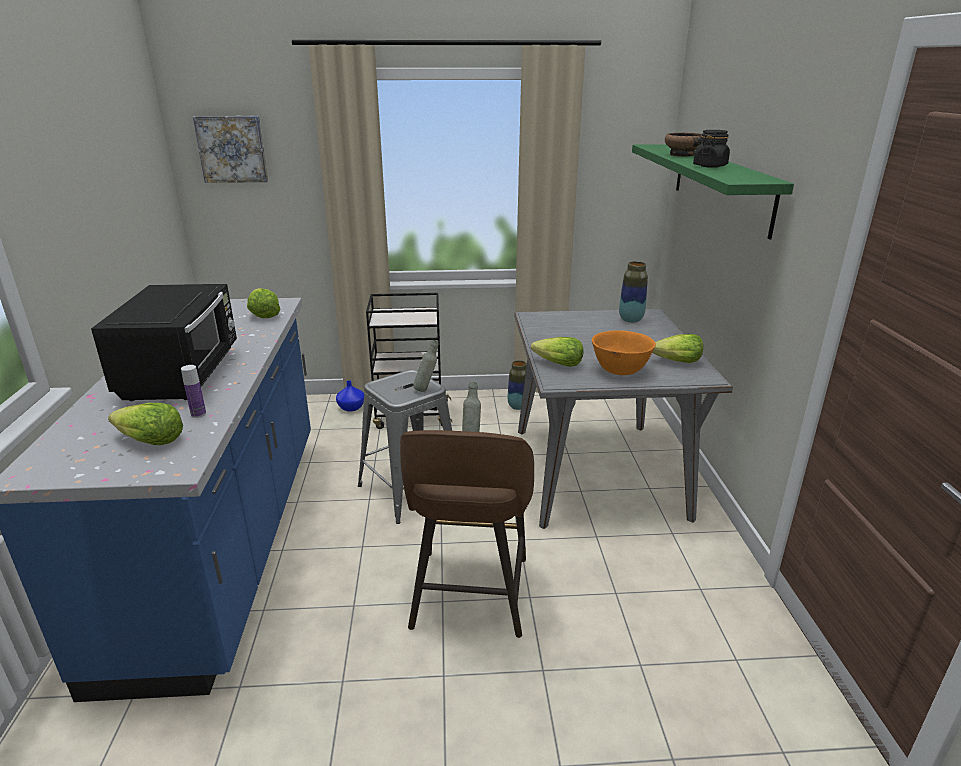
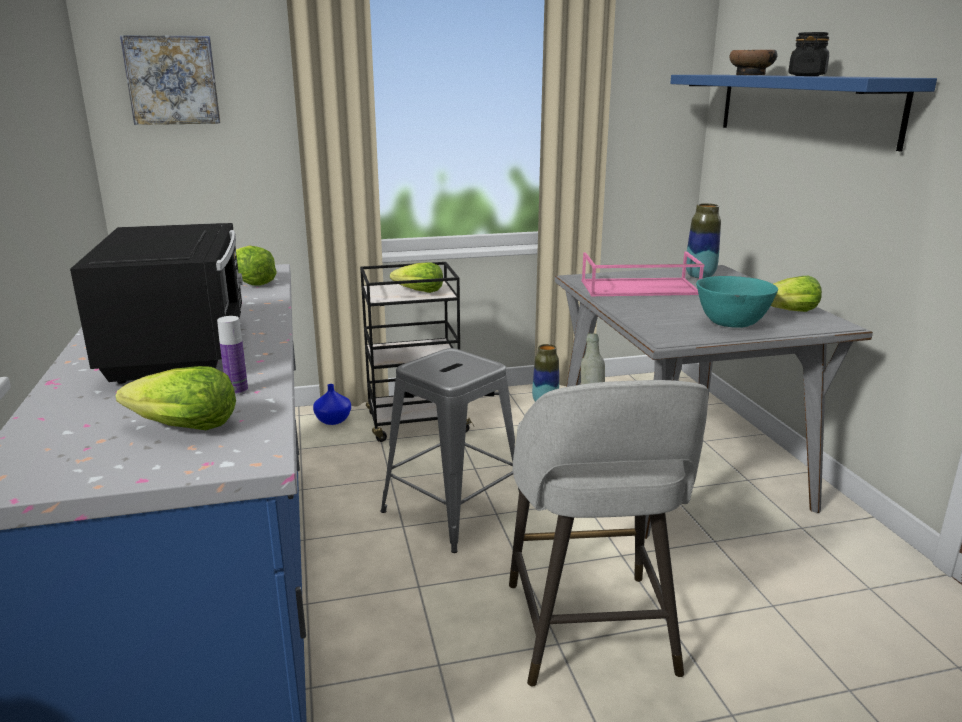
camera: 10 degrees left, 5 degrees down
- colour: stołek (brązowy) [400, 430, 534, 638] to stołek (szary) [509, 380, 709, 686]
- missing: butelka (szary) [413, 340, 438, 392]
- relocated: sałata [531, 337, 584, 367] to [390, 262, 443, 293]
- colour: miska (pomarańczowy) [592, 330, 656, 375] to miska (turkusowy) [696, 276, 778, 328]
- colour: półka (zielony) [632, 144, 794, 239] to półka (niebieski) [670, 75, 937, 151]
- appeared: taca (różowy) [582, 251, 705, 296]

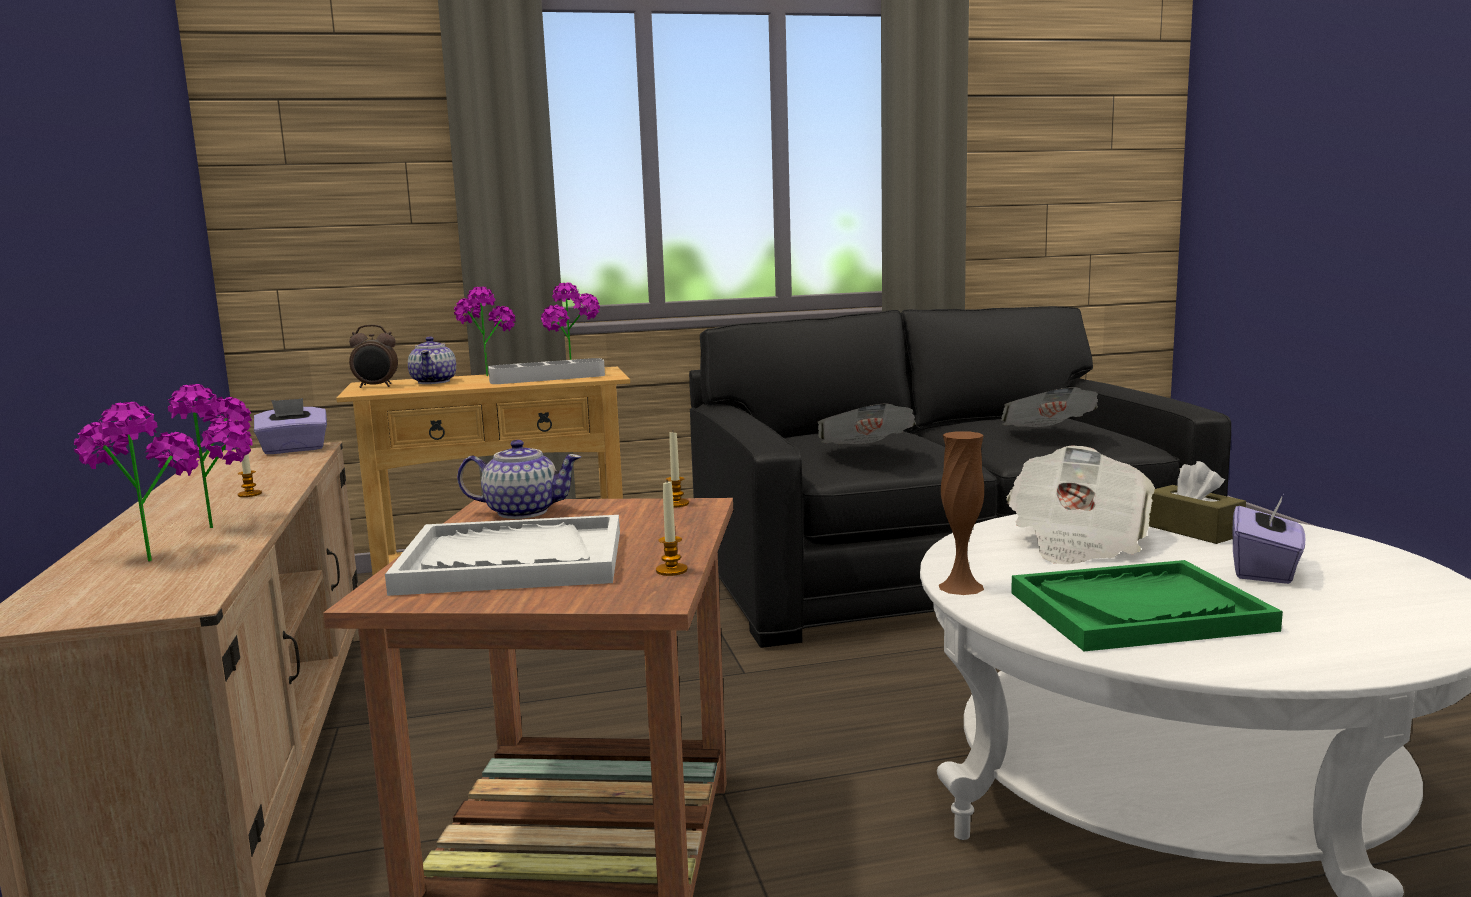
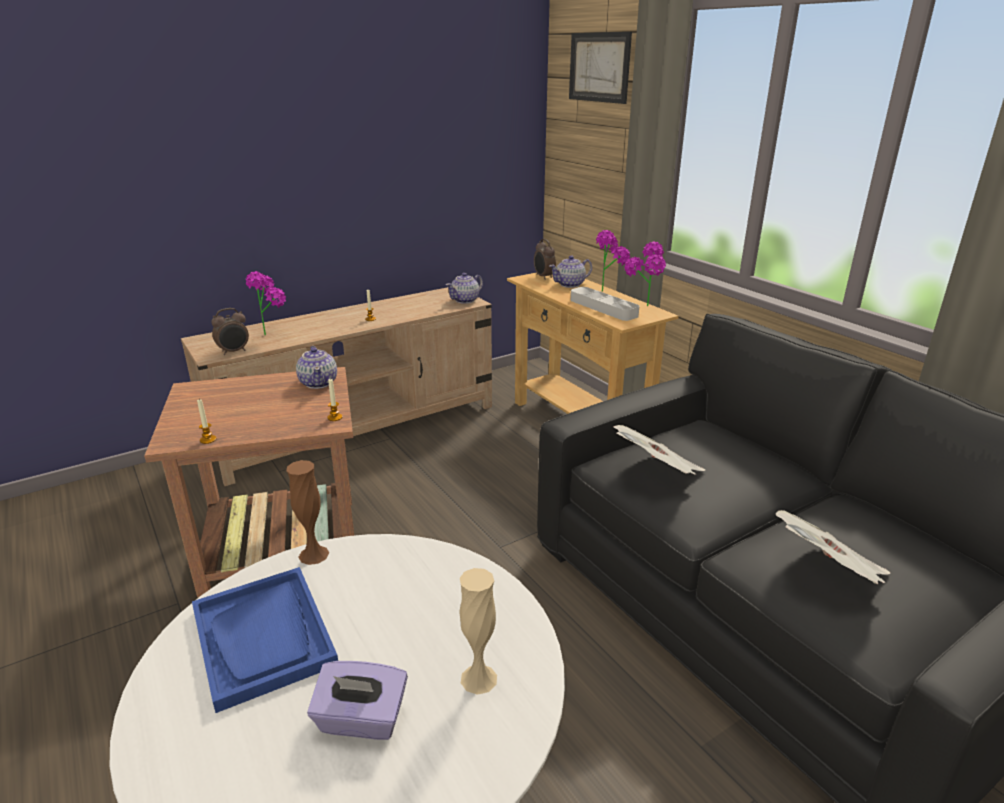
camera: 70 degrees right, 15 degrees up
- missing: roślina doniczkowa [168, 384, 253, 528]
- exchanged: pudełko chusteczek (fioletowy) [254, 398, 327, 454] to imbryk [446, 273, 483, 304]
- missing: taca (biały) [385, 515, 620, 596]
- missing: gazeta [1007, 446, 1155, 564]
- colour: taca (zielony) [1011, 560, 1283, 651] to taca (niebieski) [192, 567, 338, 713]
- exchanged: pudełko chusteczek (brązowy) [1149, 461, 1246, 544] to wazon (beżowy) [460, 568, 497, 695]
- appeared: budzik [211, 308, 249, 355]
- appeared: obraz [569, 32, 632, 104]

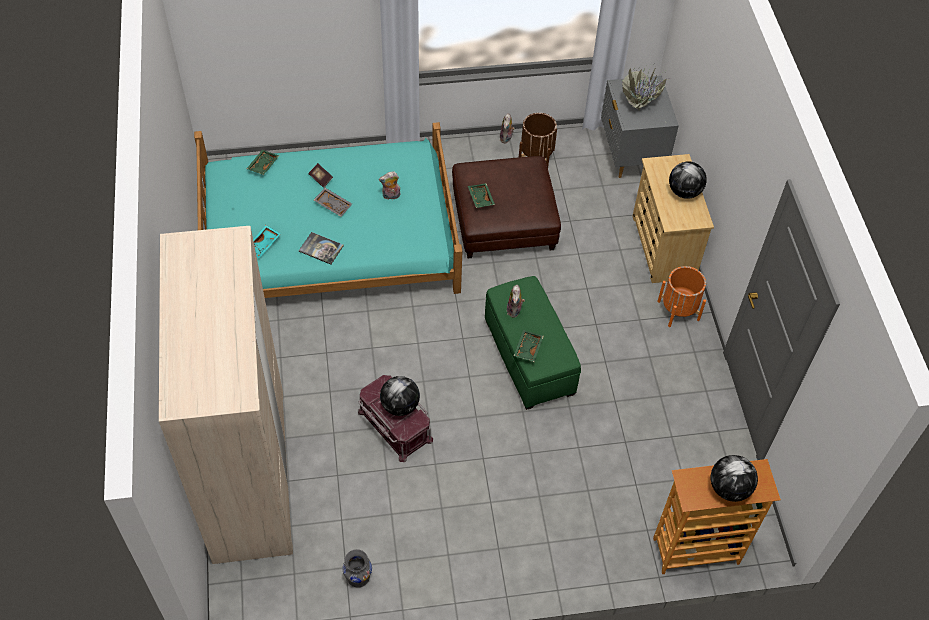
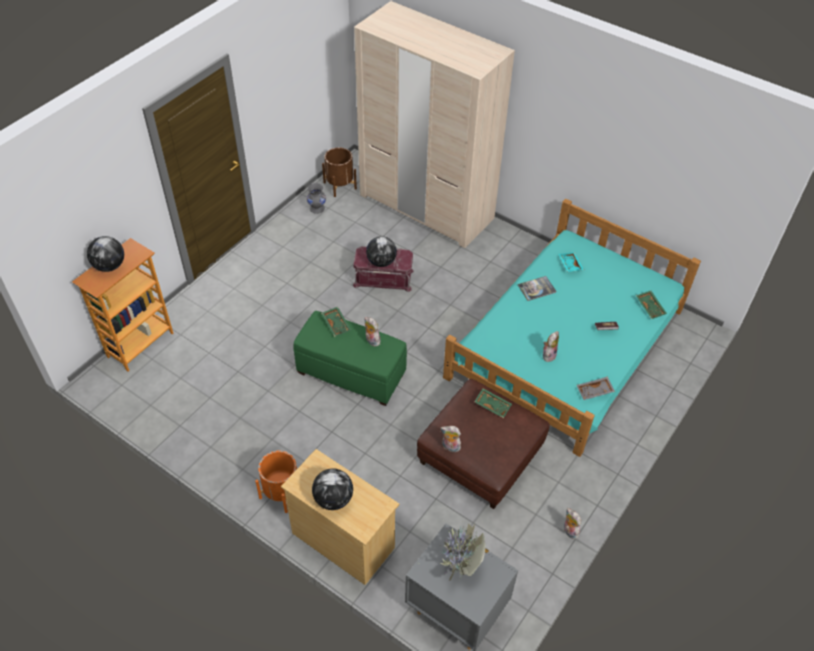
camera: 135 degrees right, 5 degrees down
- relocated: taca (szary) [314, 188, 352, 217] to [577, 377, 615, 400]
- relocated: donica (brązowy) [519, 113, 557, 168] to [322, 148, 357, 197]
- appeared: pluszak [441, 426, 461, 452]

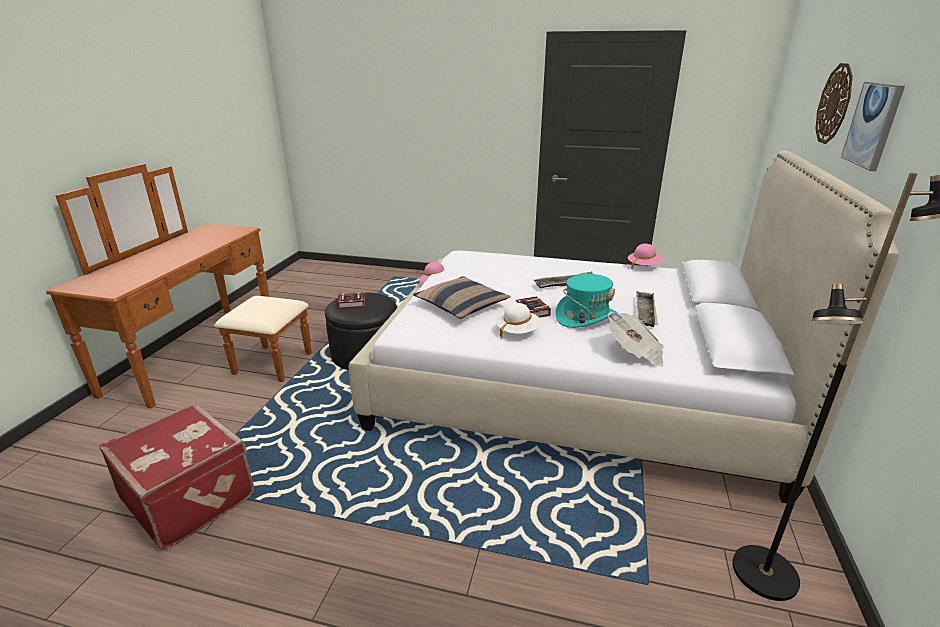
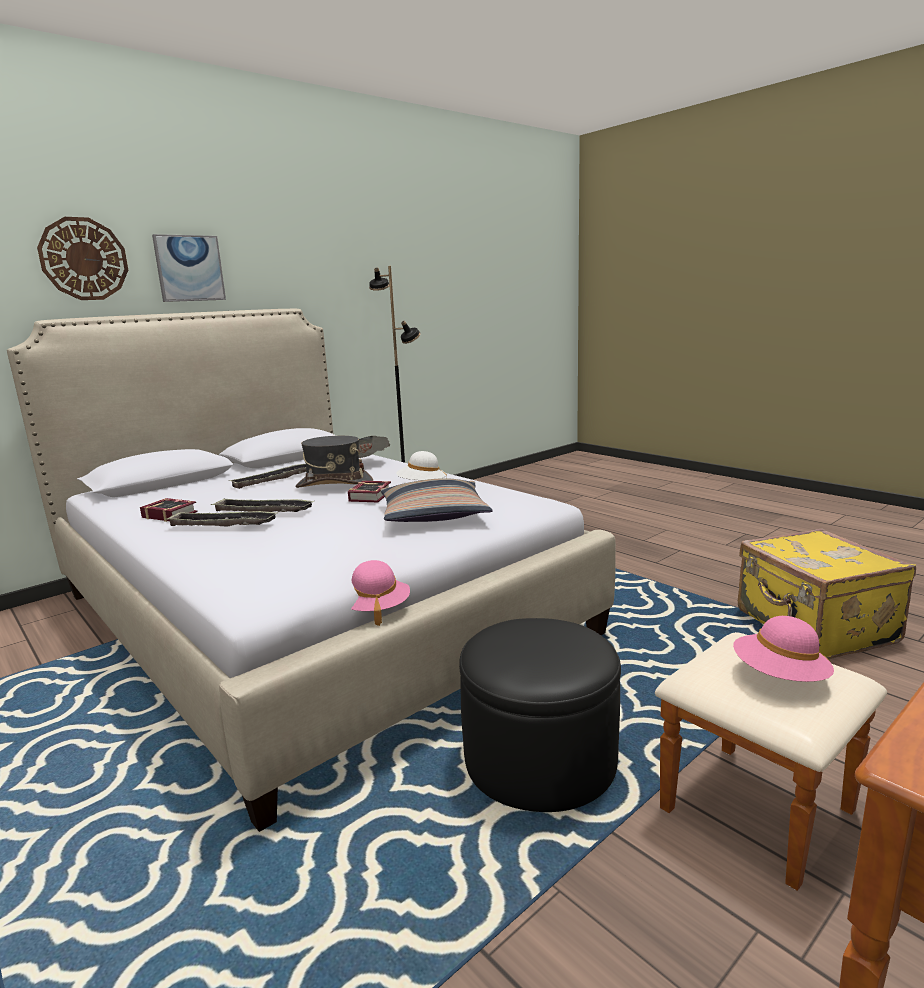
camera: 145 degrees left, 10 degrees down
- colour: walizka (czerwony) [99, 402, 254, 550] to walizka (żółty) [738, 529, 916, 659]
- relocated: książka [337, 292, 365, 309] to [140, 498, 198, 522]
- colour: kapelusz (turkusowy) [555, 274, 618, 328] to kapelusz (szary) [295, 436, 373, 488]
- relocated: kapelusz (różowy) [628, 244, 663, 270] to [733, 616, 834, 682]
- appeared: taca [165, 511, 278, 526]

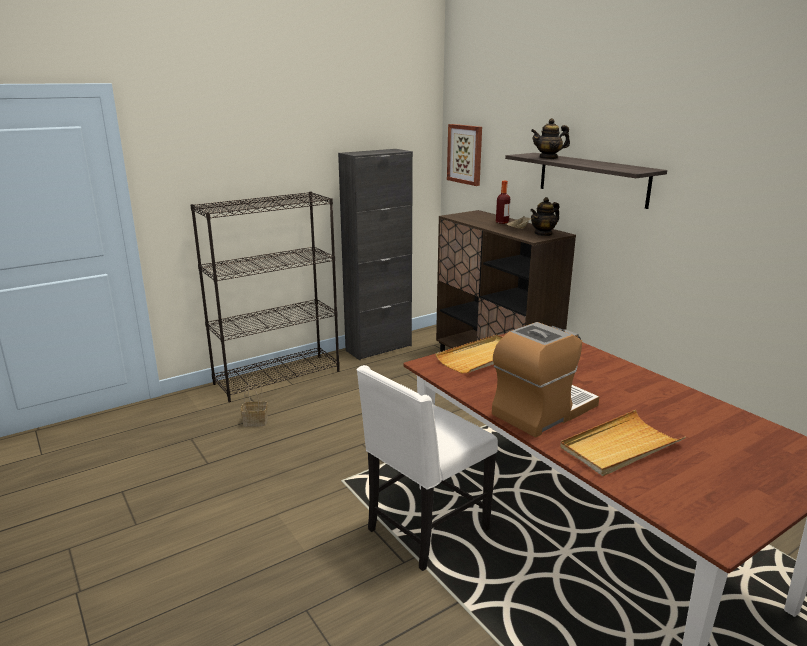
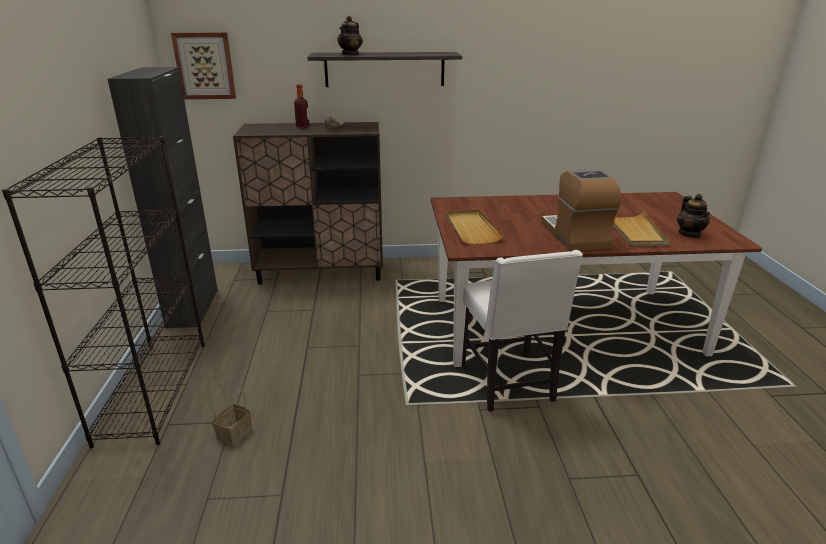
camera: 60 degrees left, 5 degrees up
- relocated: imbryk [530, 197, 560, 236] to [677, 194, 710, 238]

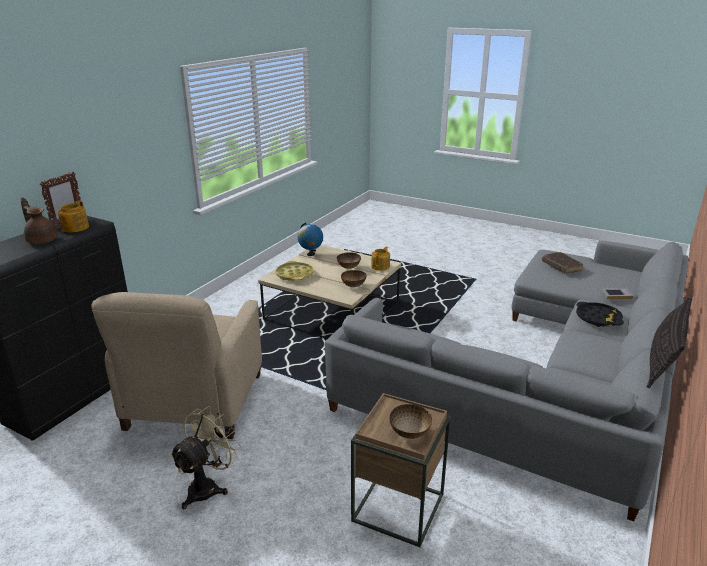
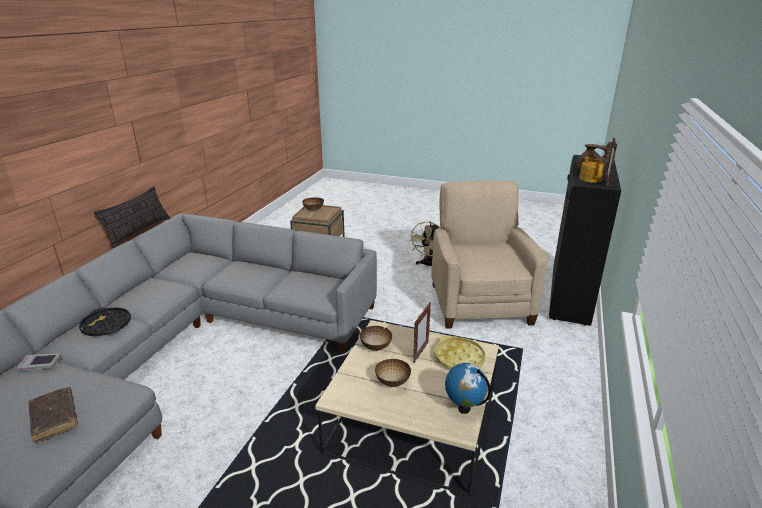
camera: 170 degrees right, 0 degrees up
- missing: imbryk [371, 247, 390, 271]
- appeared: ramka na zdjęcie [413, 302, 431, 363]

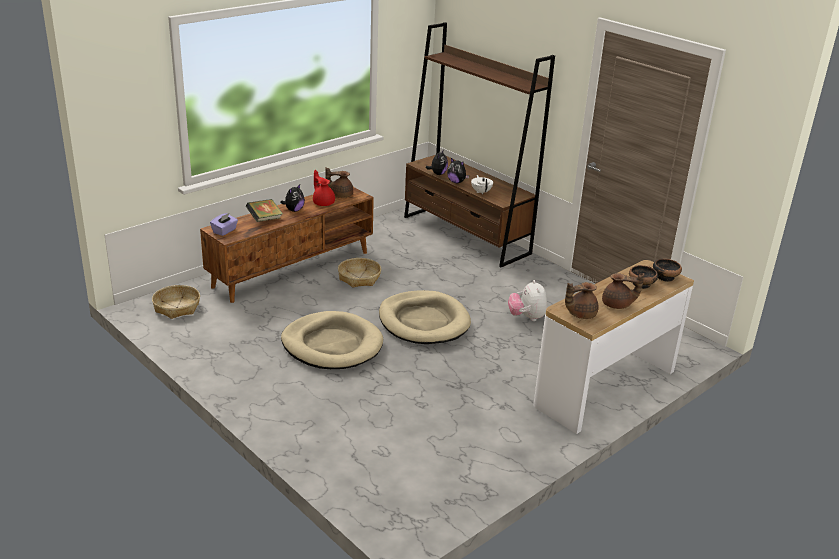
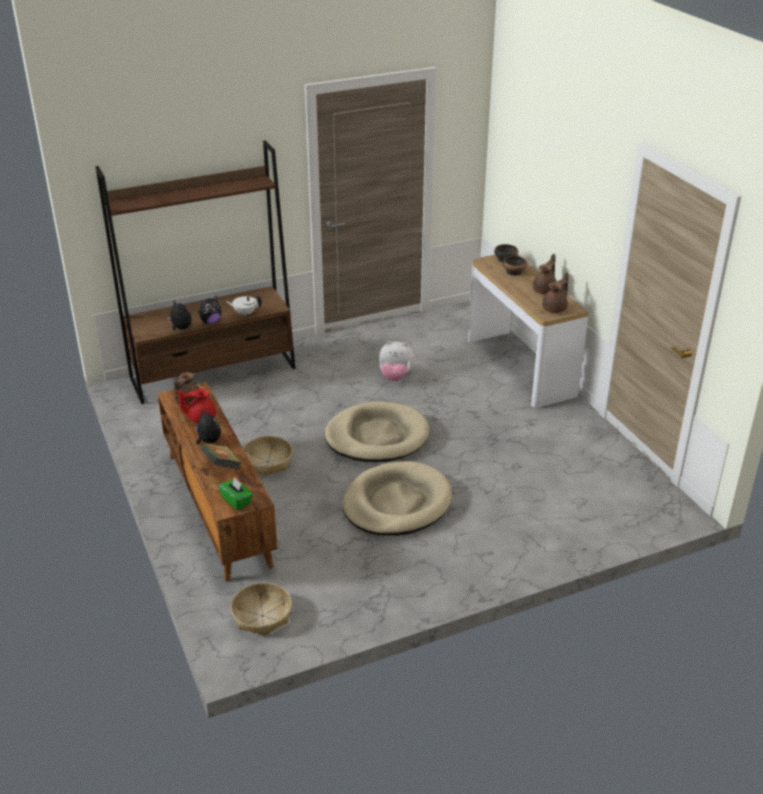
camera: 70 degrees left, 5 degrees up
- colour: pudełko chusteczek (fioletowy) [210, 213, 238, 236] to pudełko chusteczek (zielony) [218, 477, 253, 510]
- spun: imbryk (brązowy) [565, 282, 599, 319] = [542, 272, 569, 313] 135 degrees counterclockwise

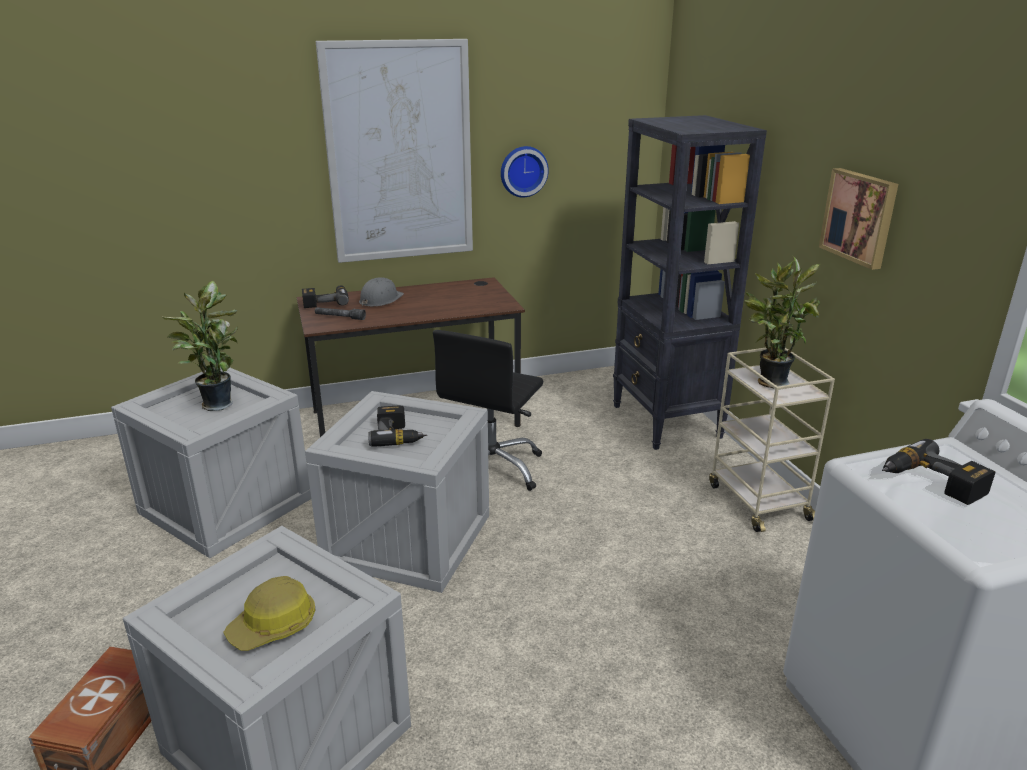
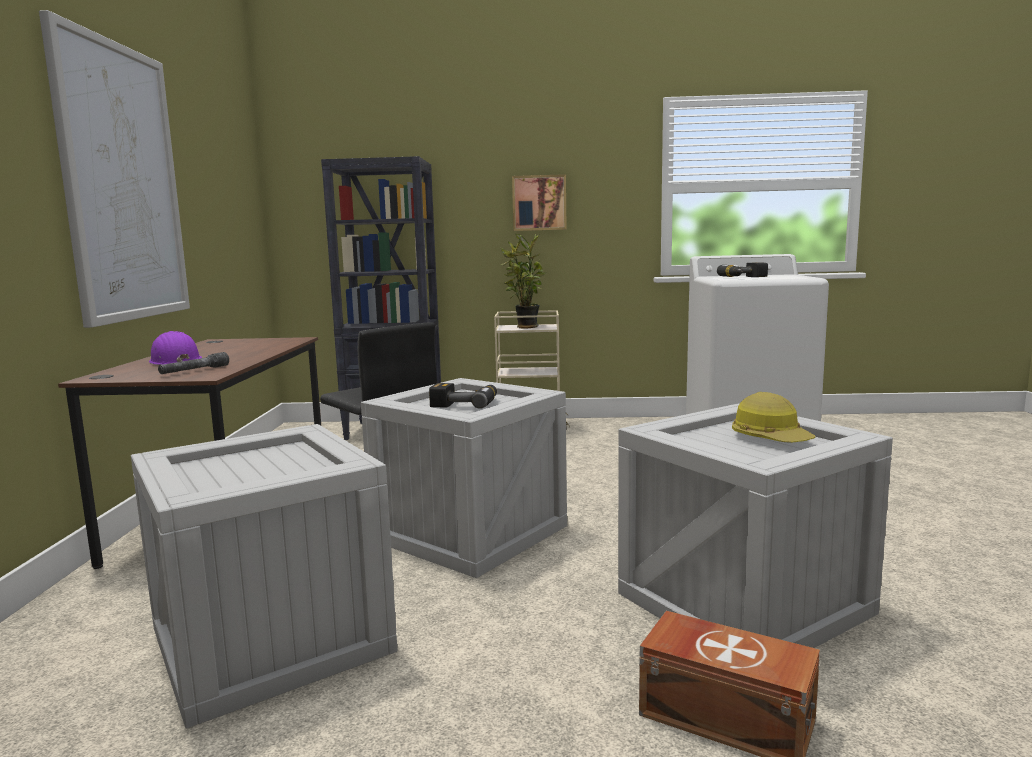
camera: 70 degrees left, 15 degrees down
- missing: roślina doniczkowa [163, 281, 238, 411]
- missing: wiertarka [302, 285, 349, 308]
- colour: kask (szary) [359, 277, 404, 306] to kask (fioletowy) [149, 331, 202, 365]
- missing: zegar ścienny [501, 146, 549, 197]

